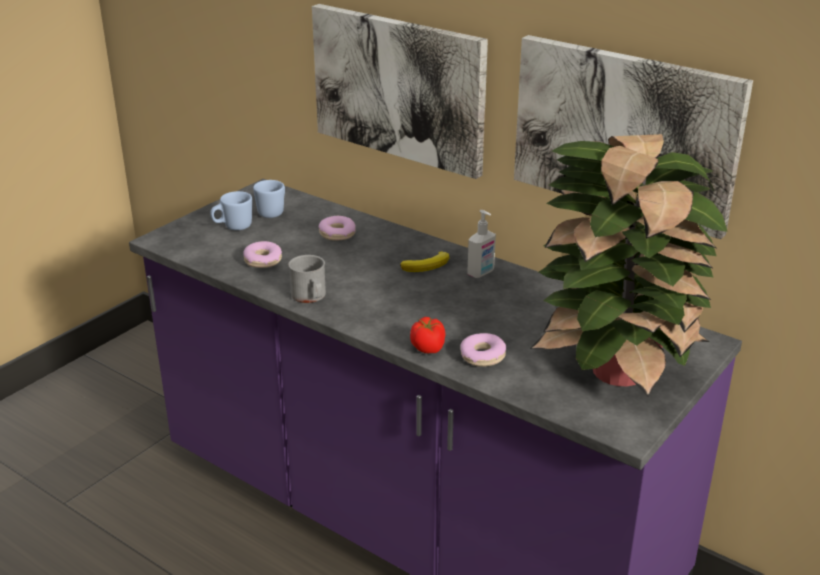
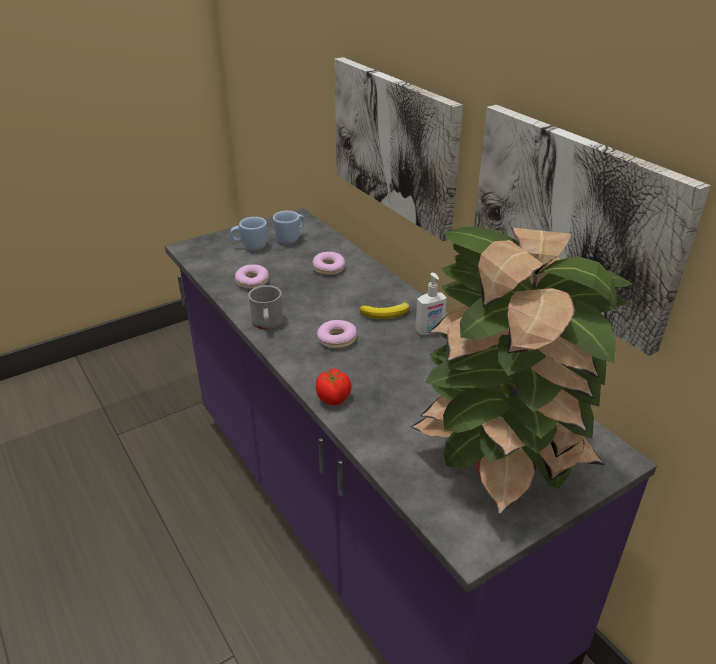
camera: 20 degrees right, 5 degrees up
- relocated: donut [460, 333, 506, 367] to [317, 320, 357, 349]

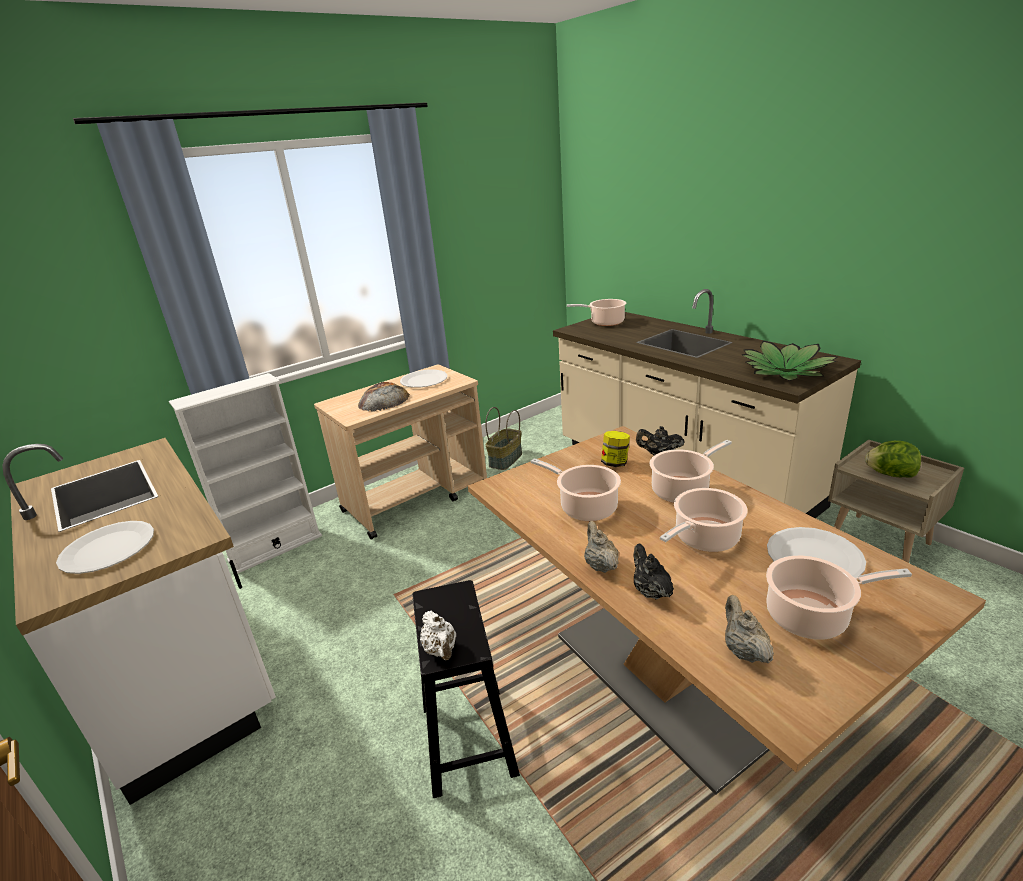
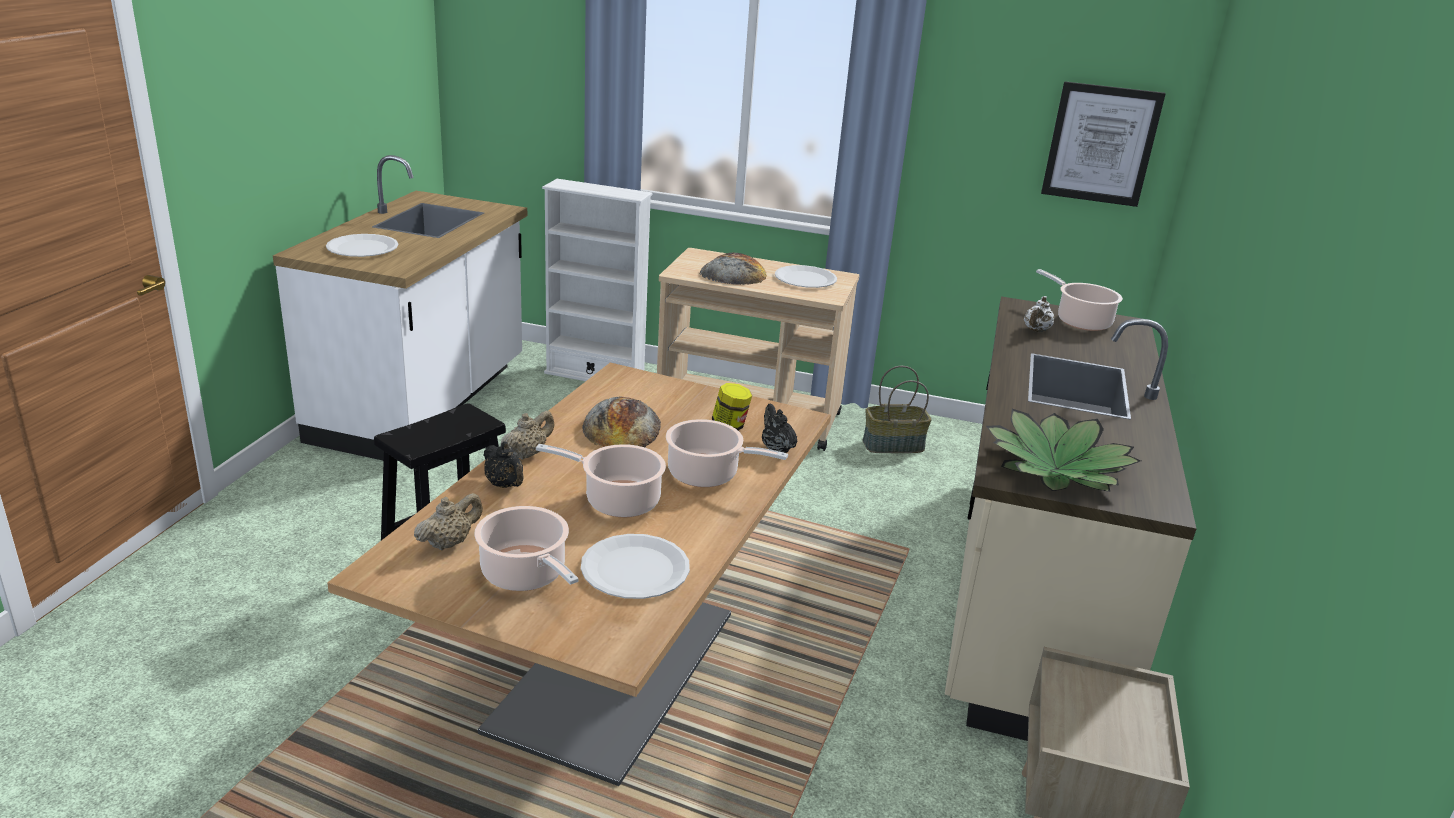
camera: 50 degrees right, 0 degrees up
- relocated: imbryk (biały) [420, 610, 456, 660] to [1024, 296, 1054, 332]
- exchanged: garnek [531, 458, 621, 521] to chleb [582, 397, 661, 447]
- spun: imbryk (czarny) [633, 544, 674, 600] = [483, 441, 524, 488] 105 degrees clockwise
- missing: sałata [865, 441, 921, 478]
- appeared: obraz [1041, 81, 1166, 207]

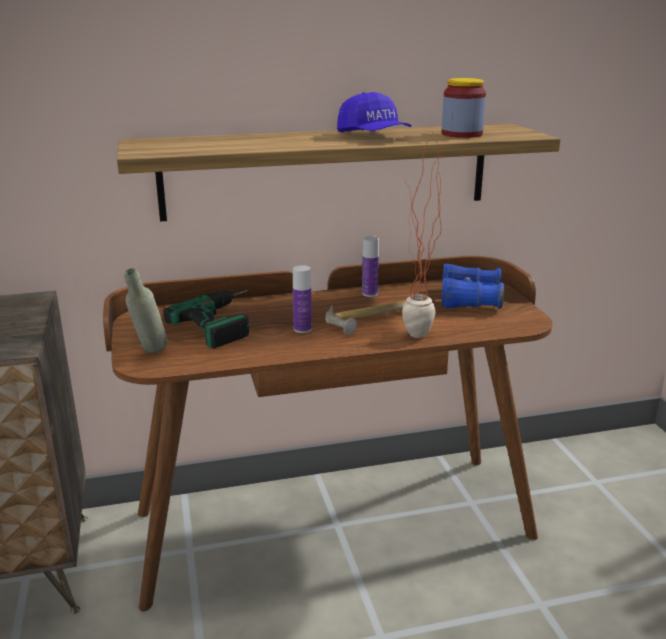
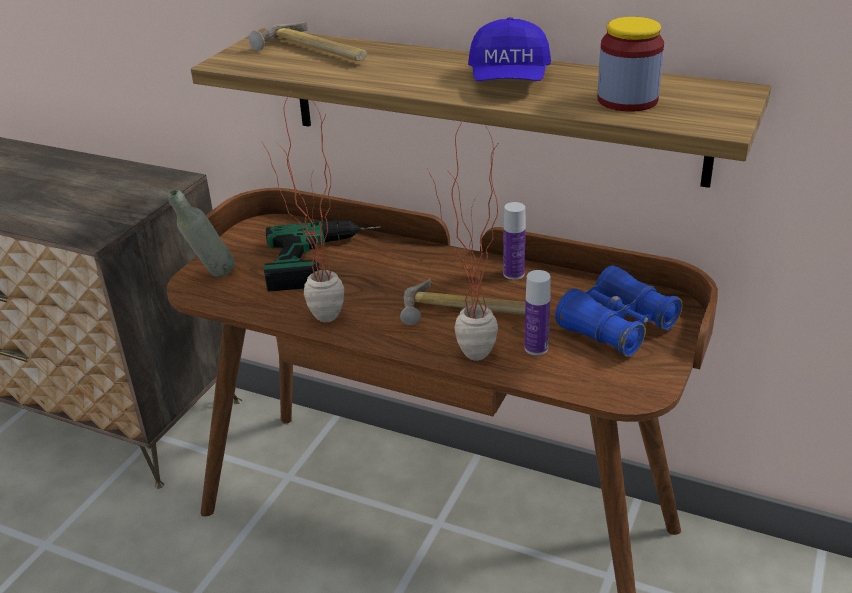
camera: 40 degrees right, 10 degrees up
- relocated: butelka [293, 265, 312, 333] to [525, 270, 551, 355]
- appeared: młotek [248, 22, 367, 61]
- appeared: roślina doniczkowa [262, 89, 344, 322]

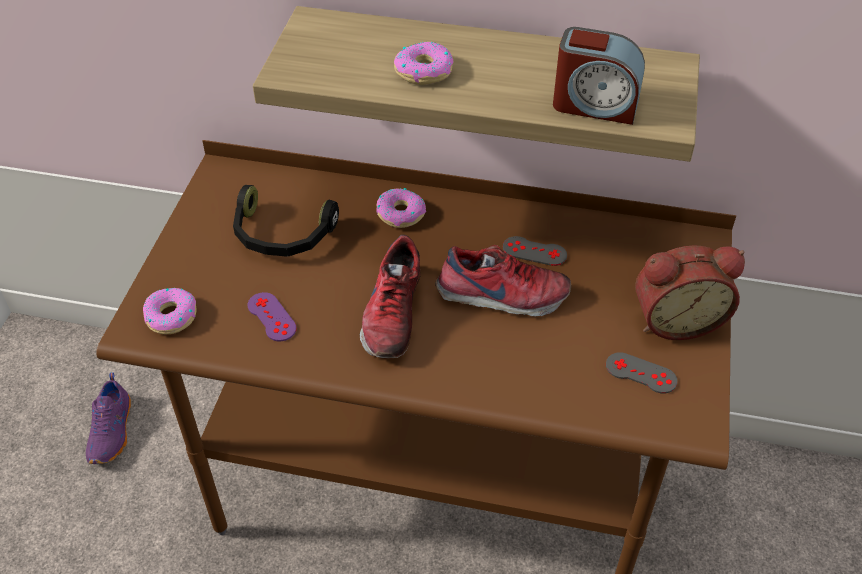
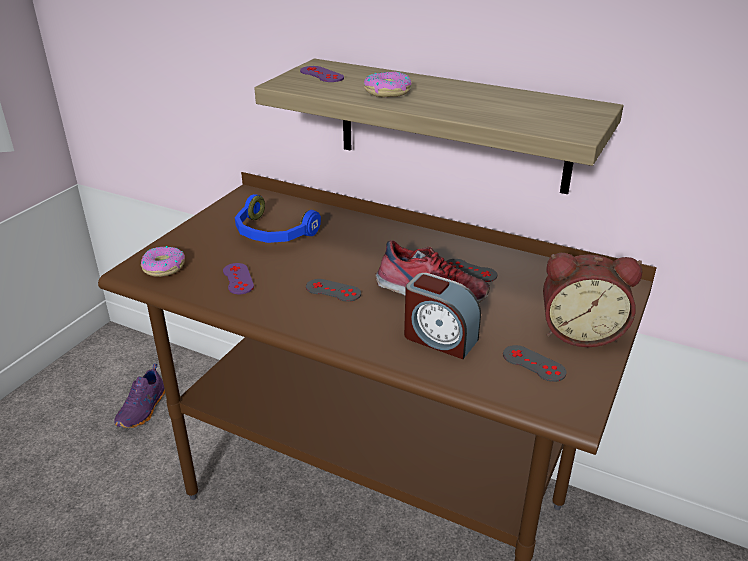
camera: 15 degrees right, 15 degrees down
- colour: słuchawki (czarny) [233, 185, 339, 257] to słuchawki (niebieski) [235, 194, 321, 243]
- exchanged: but [360, 235, 421, 358] to pad do gier (szary) [306, 279, 361, 302]
- missing: donut [376, 188, 426, 228]
- relocated: budzik [553, 27, 645, 125] to [404, 273, 481, 359]
- appeared: pad do gier (fioletowy) [300, 66, 344, 82]

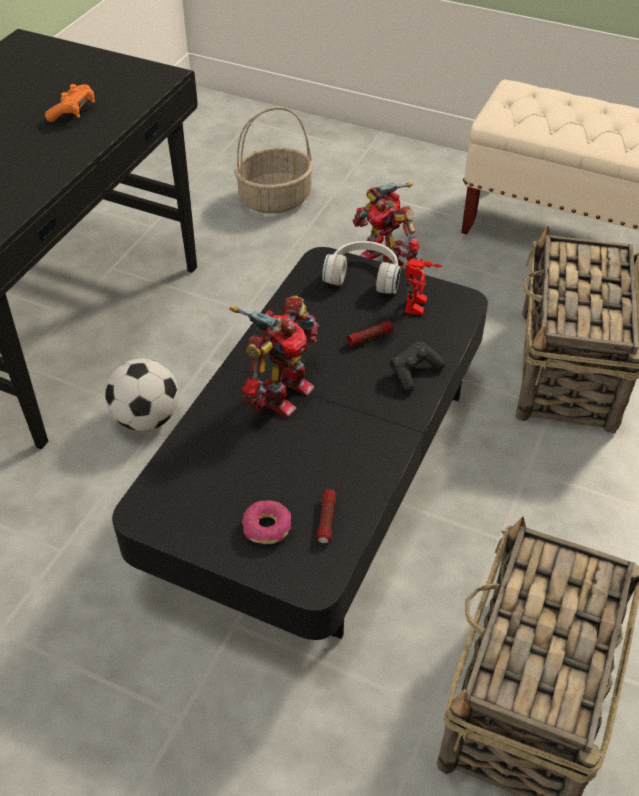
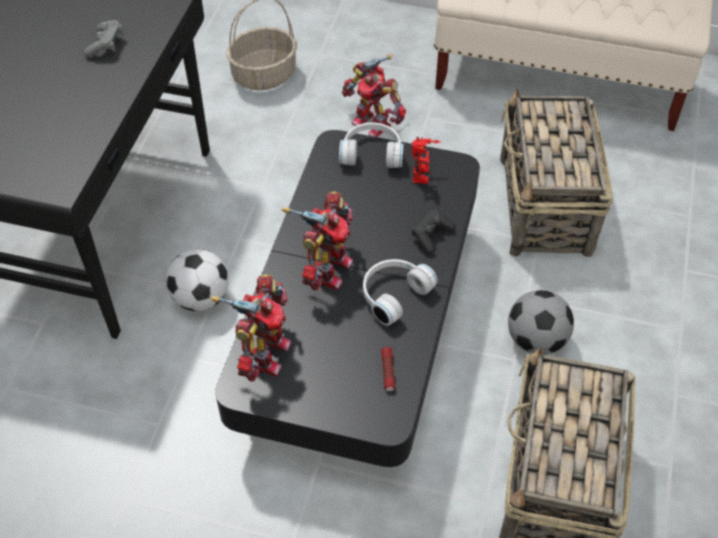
camera: 10 degrees left, 5 degrees up
- colour: pad do gier (pomarańczowy) [45, 84, 95, 122] to pad do gier (szary) [84, 20, 124, 58]
- missing: donut [242, 500, 291, 544]
- missing: latarka [347, 321, 393, 347]
- appeared: robot zabawkowy [210, 274, 292, 382]
- appeared: słuchawki (biały) [363, 259, 438, 326]
- appeared: piłka futbolowa [508, 290, 574, 355]

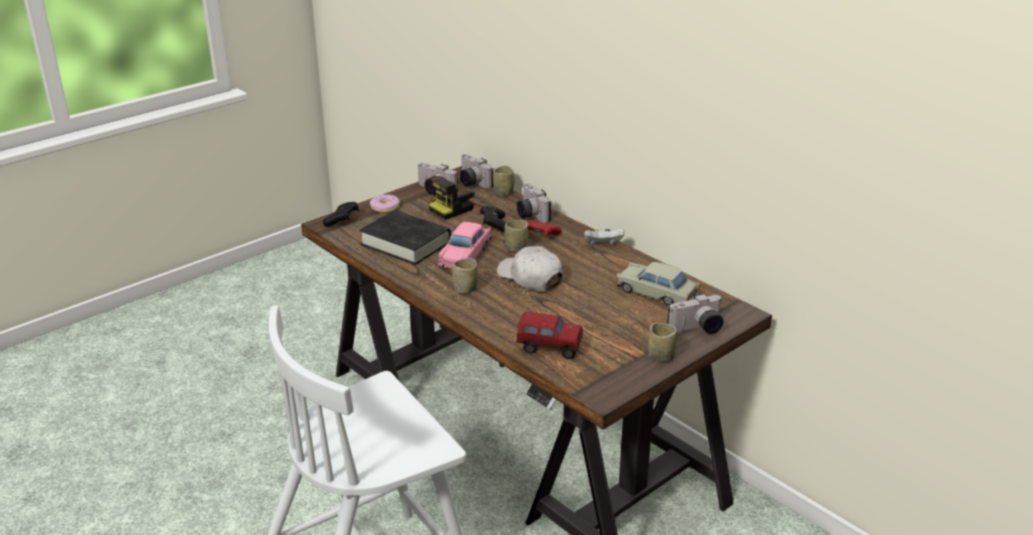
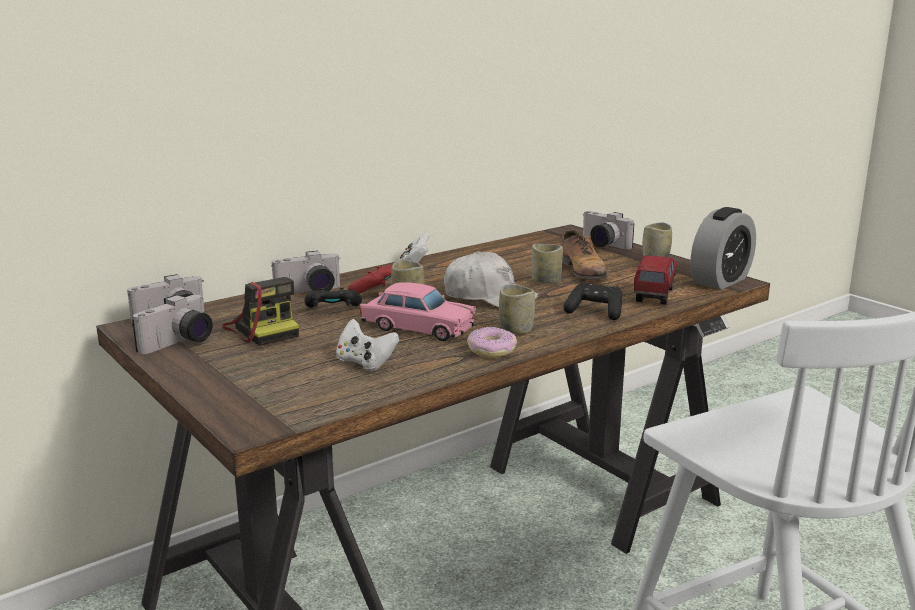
camera: 85 degrees left, 10 degrees down
- relocated: pad do gier (czarny) [323, 202, 359, 226] to [563, 282, 622, 320]
- exchanged: książka (czarny) [359, 210, 451, 265] to pad do gier (biały) [336, 319, 399, 371]
- relocated: donut [370, 194, 400, 213] to [467, 327, 517, 358]
- relocated: filiżanka [493, 166, 515, 197] to [532, 244, 563, 284]
- spun: czapka z daszkiem (biały) [497, 246, 563, 291] = [444, 251, 539, 308] 120 degrees counterclockwise
- missing: samochodzik (beżowy) [616, 262, 700, 306]
- spun: aparat fotograficzny [667, 293, 723, 334] = [583, 211, 634, 250] 150 degrees clockwise
- appeared: but [560, 230, 607, 280]
- appeared: budzik [690, 207, 756, 290]

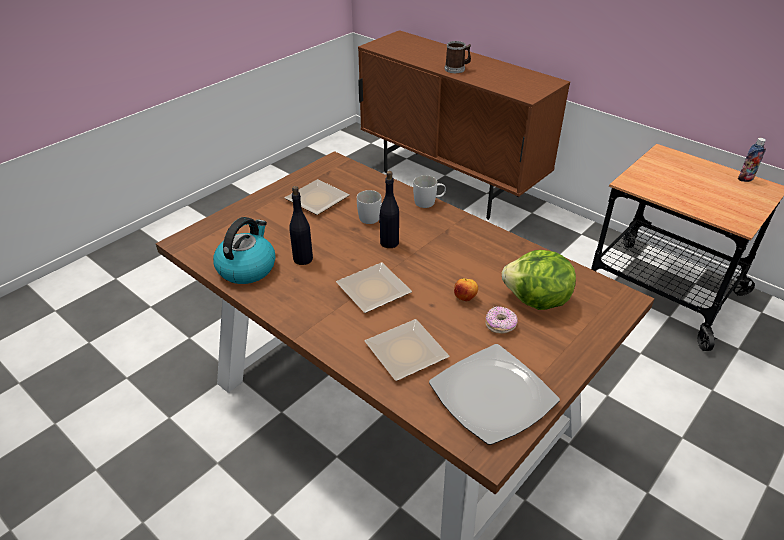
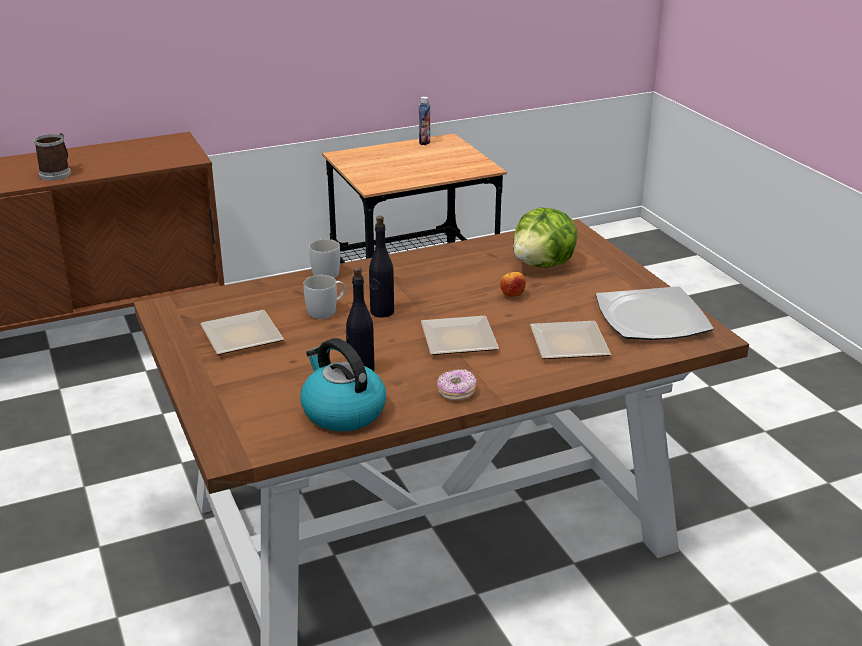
camera: 65 degrees left, 10 degrees down
- relocated: donut [485, 306, 518, 334] to [437, 369, 476, 401]

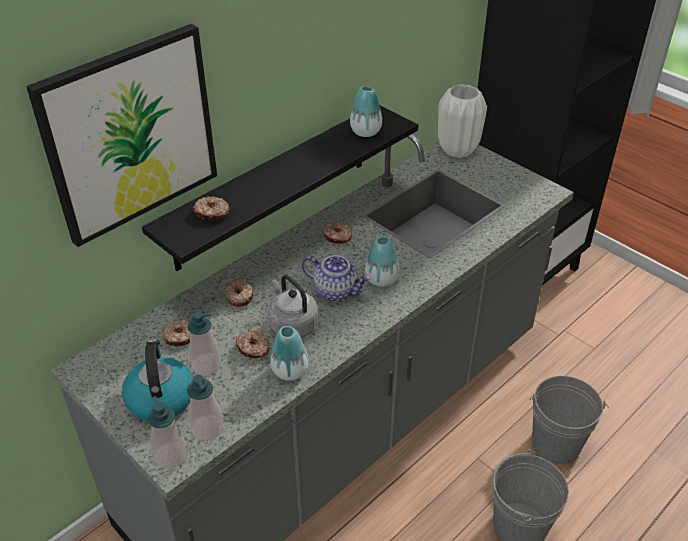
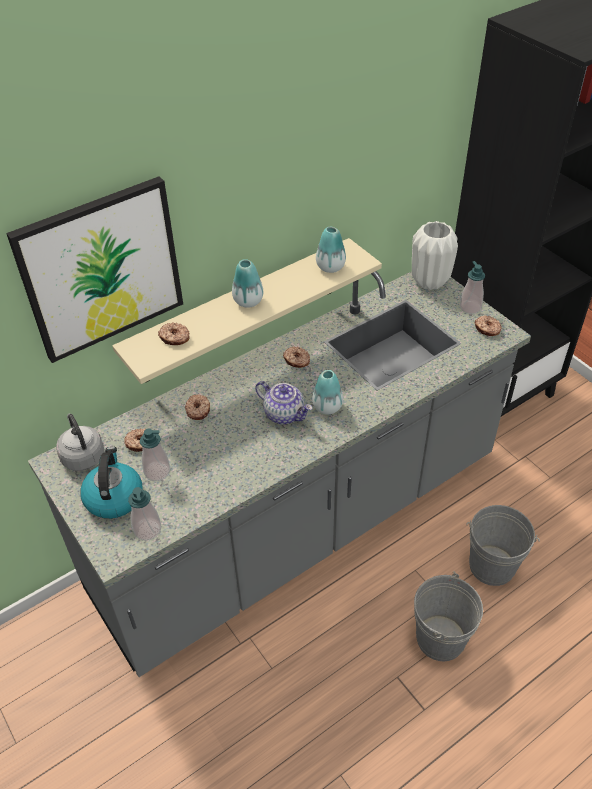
camera: 10 degrees right, 5 degrees up
- colour: półka (czarny) [142, 105, 418, 271] to półka (beżowy) [112, 238, 382, 384]
- relocated: dozownik mydła [148, 396, 187, 469] to [460, 261, 485, 314]
- relocated: donut [236, 330, 270, 358] to [474, 315, 502, 336]
- relocated: czajnik (szary) [268, 275, 319, 338] to [56, 413, 104, 471]
- relocated: wazon [270, 326, 309, 381] to [232, 259, 263, 308]

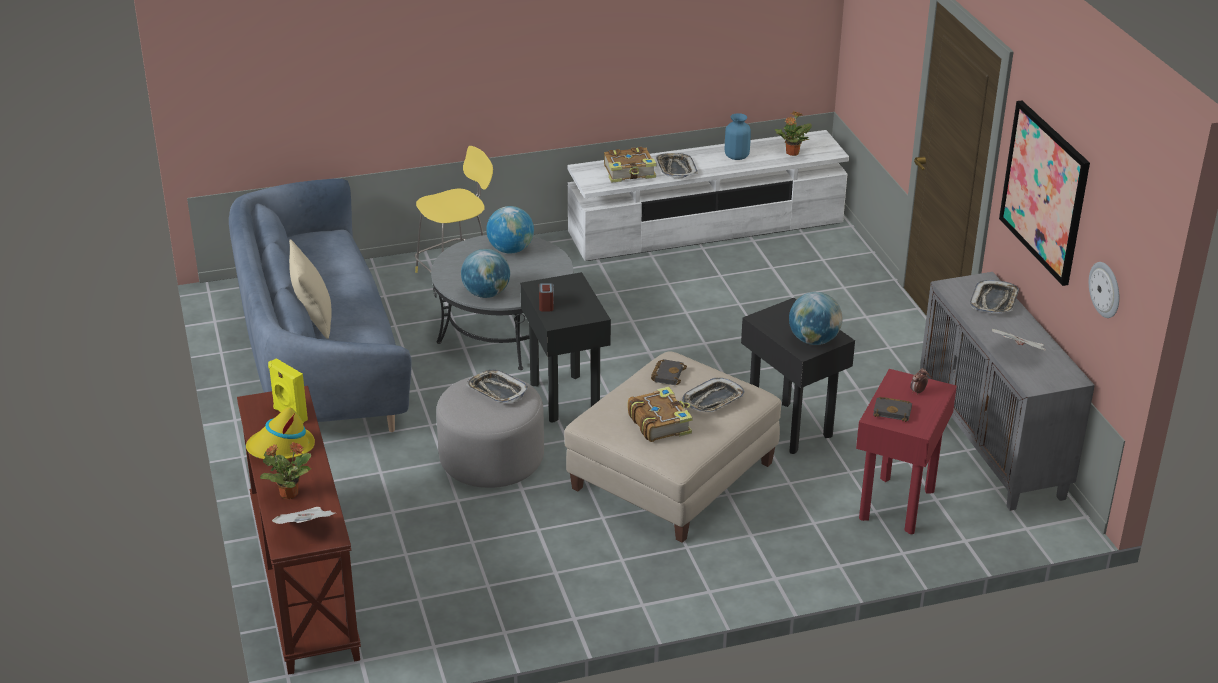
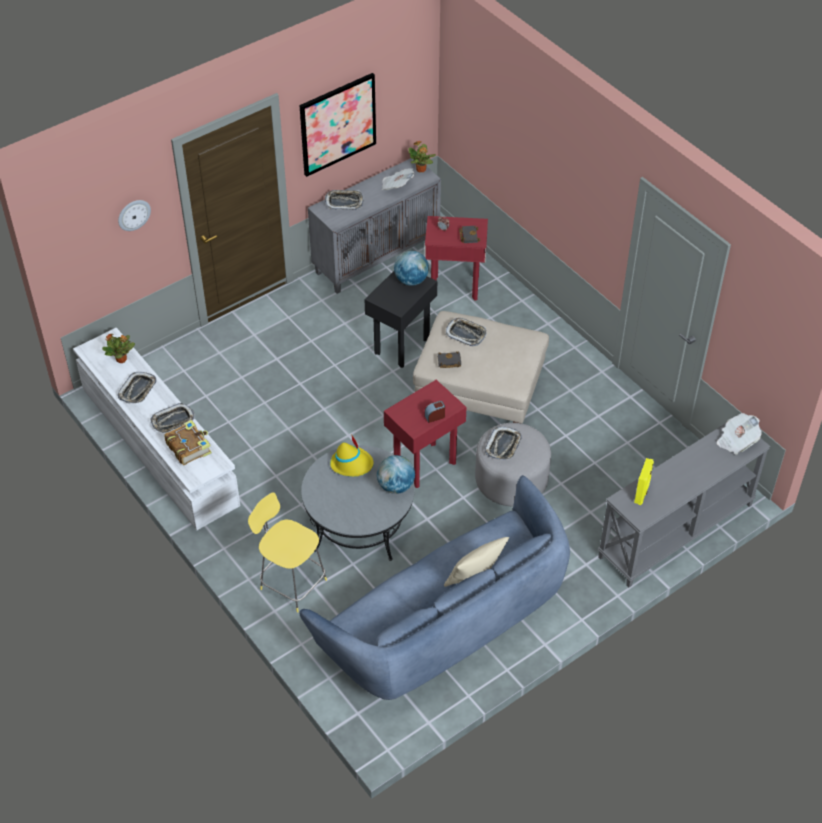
camera: 110 degrees left, 15 degrees up
- colour: stolik konsolowy (brązowy) [237, 386, 361, 675] to stolik konsolowy (szary) [598, 423, 771, 587]
- relocated: kapelusz (żółty) [246, 407, 315, 459] to [330, 434, 374, 477]
- relocated: roślina doniczkowa [260, 442, 311, 499] to [408, 141, 436, 172]
- missing: globus [486, 206, 534, 254]
- colour: stolik (czarny) [520, 272, 611, 423] to stolik (czerwony) [384, 380, 467, 488]
- missing: książka [628, 387, 693, 442]
- exchanged: wazon (niebieski) [725, 113, 751, 160] to taca [118, 372, 157, 403]
- relocated: zegar ścienny [1089, 262, 1119, 318] to [118, 200, 151, 231]

